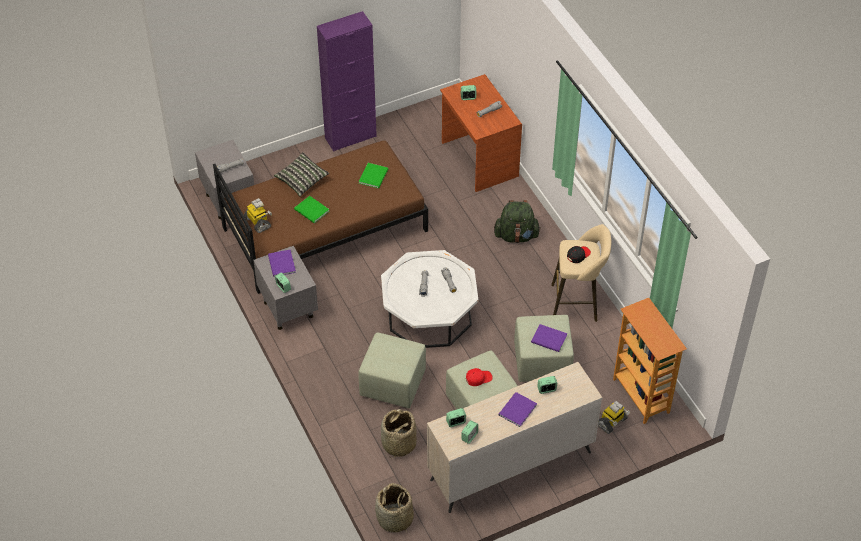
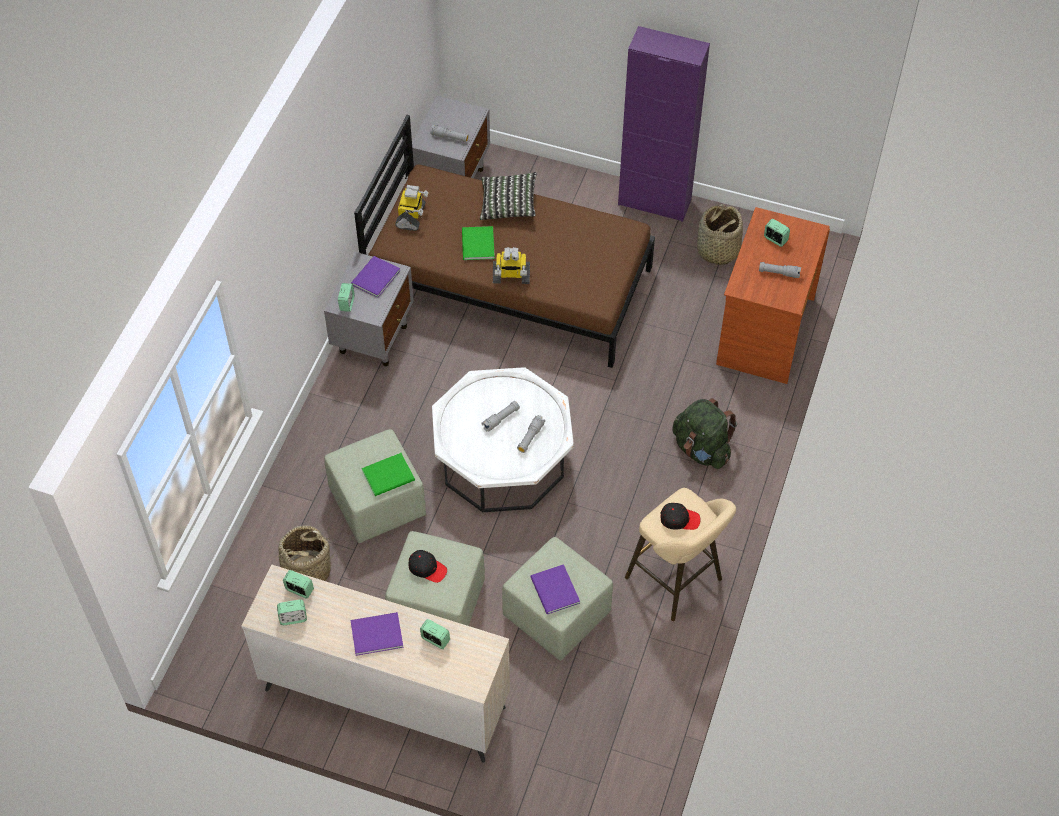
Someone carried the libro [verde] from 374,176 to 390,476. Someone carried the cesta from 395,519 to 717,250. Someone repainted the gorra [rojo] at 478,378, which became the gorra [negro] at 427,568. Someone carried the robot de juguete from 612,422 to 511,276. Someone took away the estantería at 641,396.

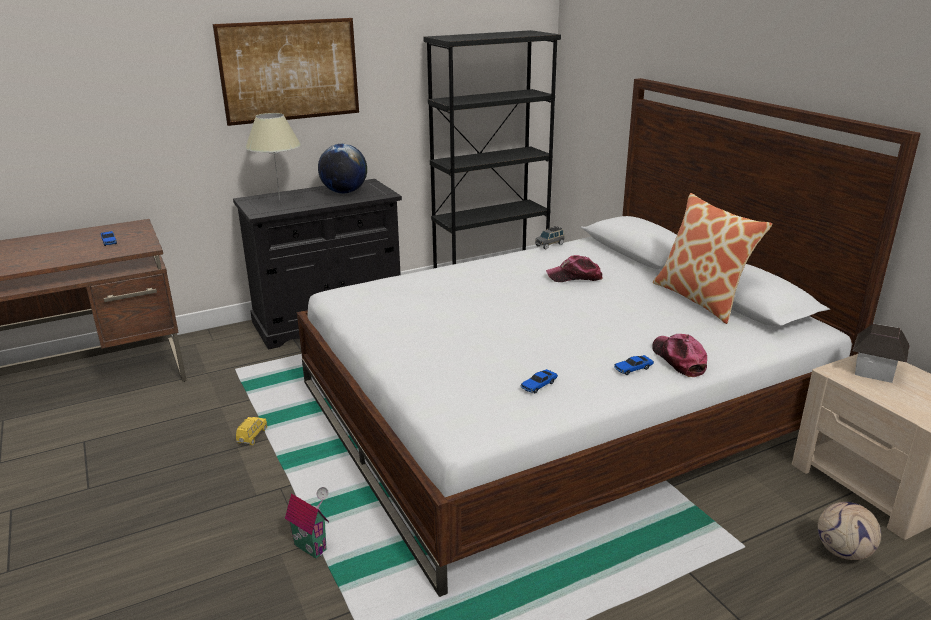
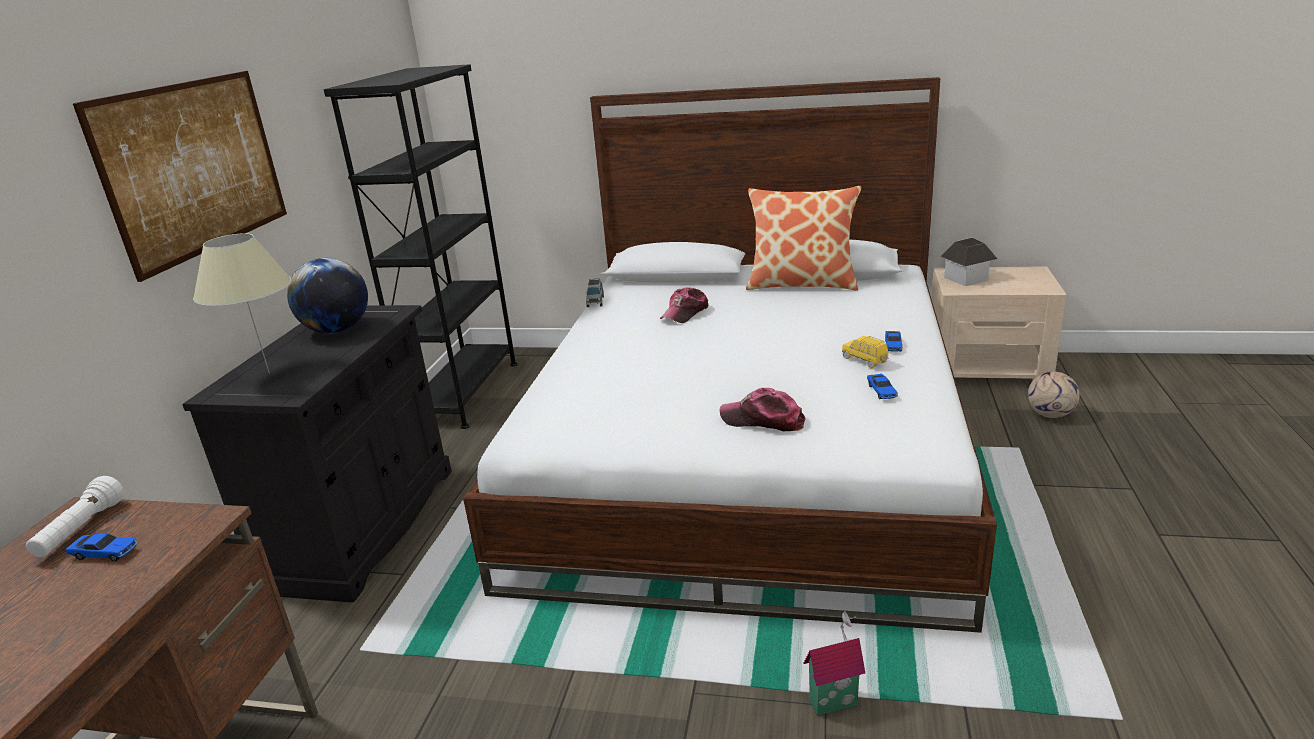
Someone carried the coche de juguete [amarillo] from 252,436 to 865,360. Someone carried the gorra from 678,360 to 763,420. Someone put down the linterna [blanco] at 81,530.

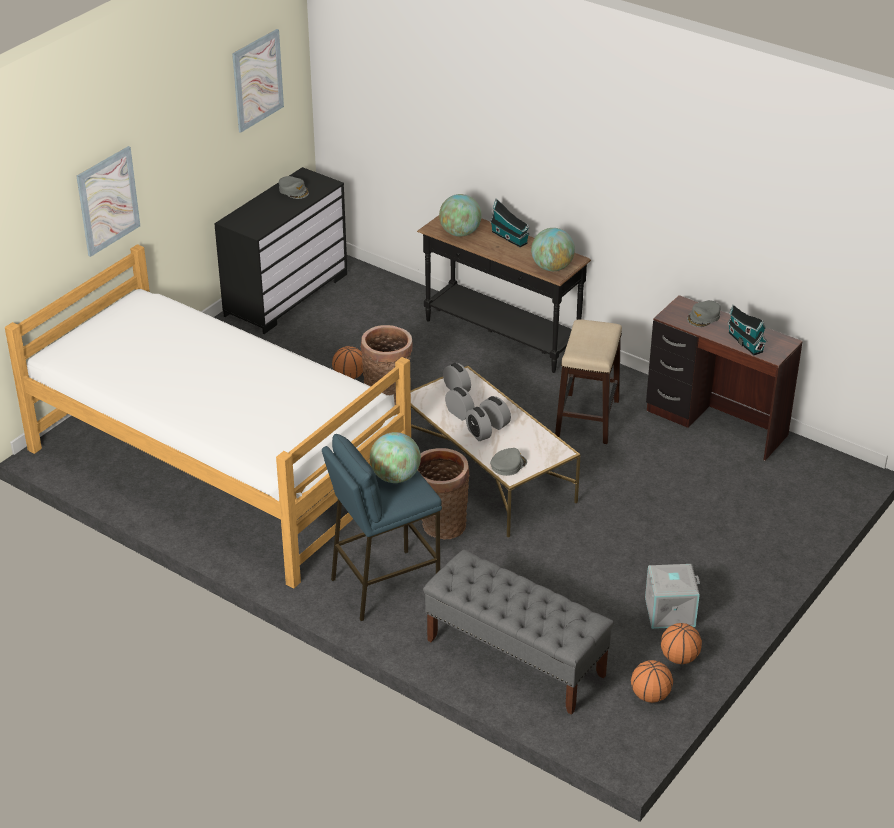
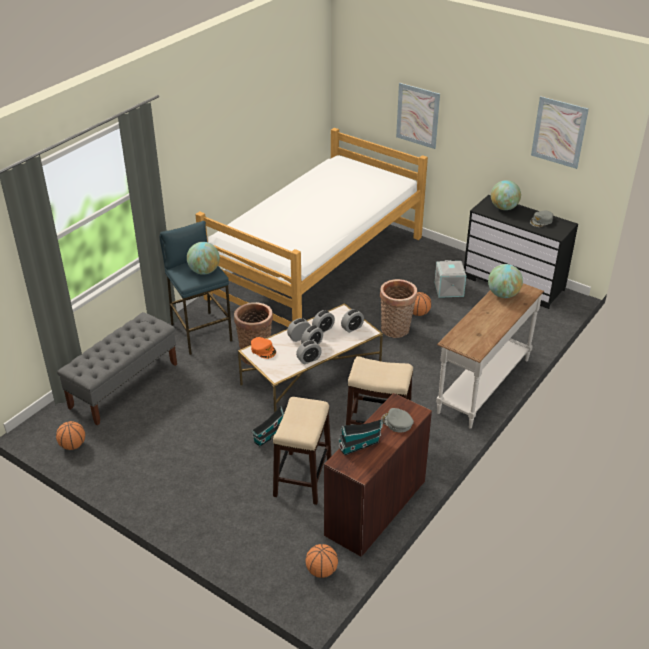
Someone repainted the mesa consola [negro] at 500,336, which became the mesa consola [blanco] at 482,385. Someone carried the casita from 510,238 to 268,437. Someone repainted the gorra [gris] at 508,465, which became the gorra [naranja] at 263,350. Someone carried the globo terráqueo from 552,267 to 504,208. Someone carried the caja de almacenaje [gris] from 670,611 to 449,289. Someone carried the balón de baloncesto from 679,658 to 321,571. Someone put down the taburete at 303,477. Someone put down the despertador at 309,359.

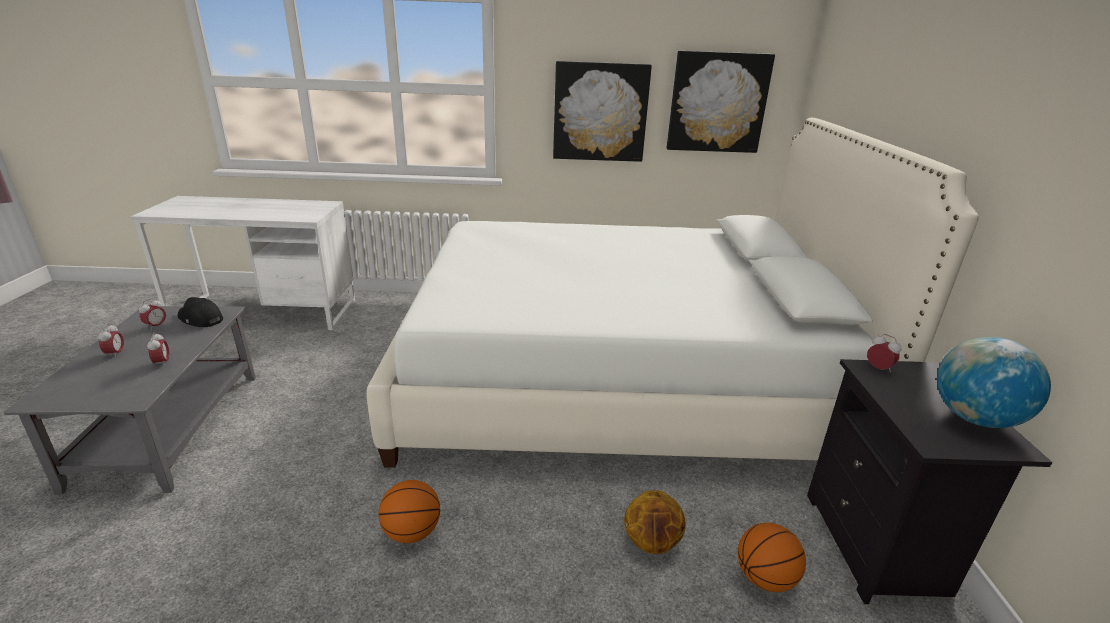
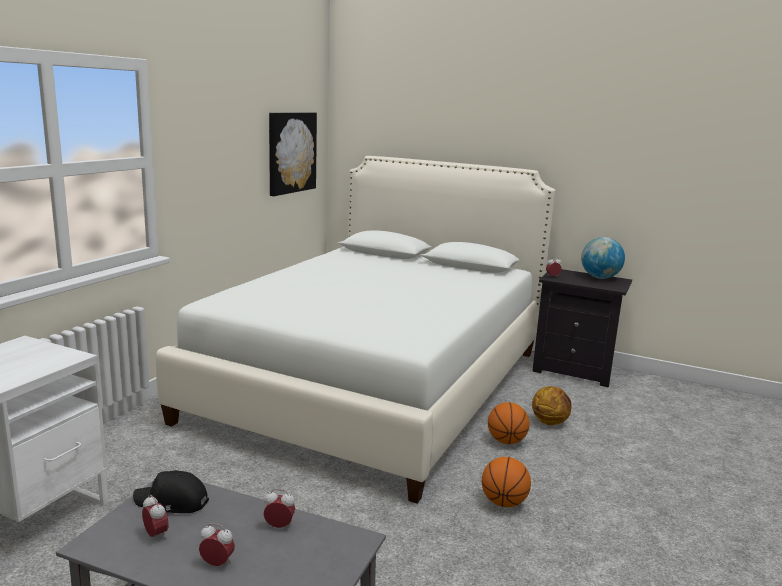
Someone rotated the gorra [negro] at 200,319 by 45 degrees clockwise. Someone took away the cuadro at 600,112. Someone carried the balón de baloncesto from 764,578 to 506,441.

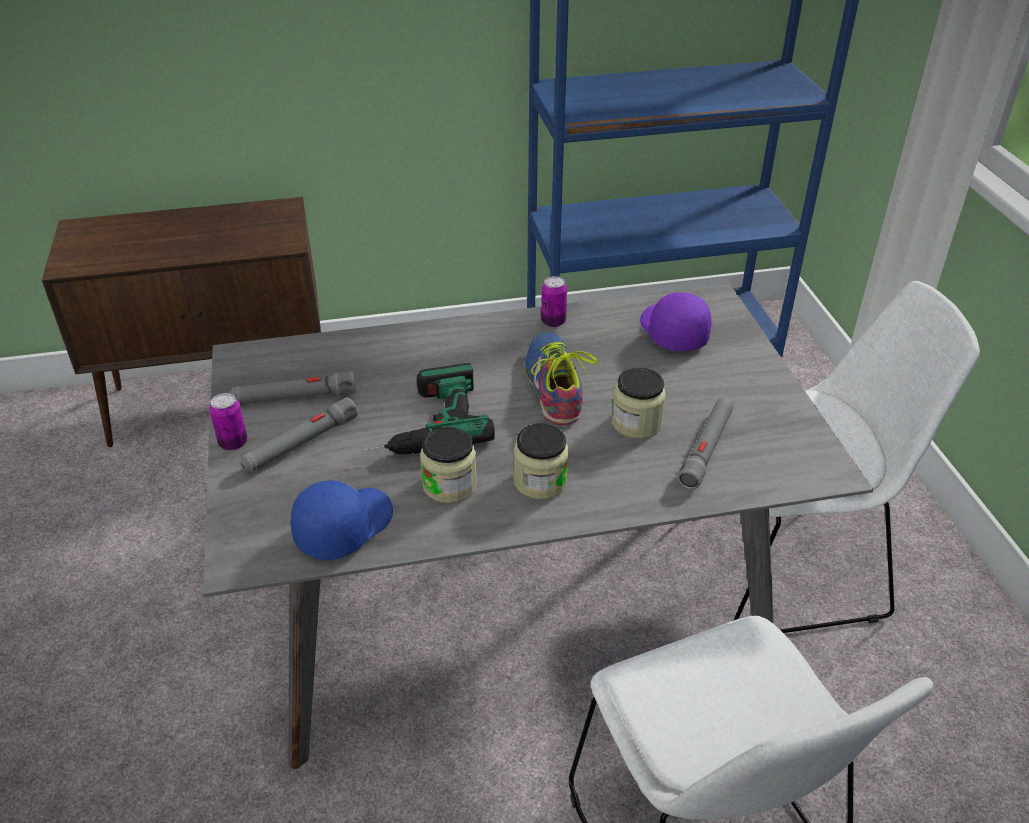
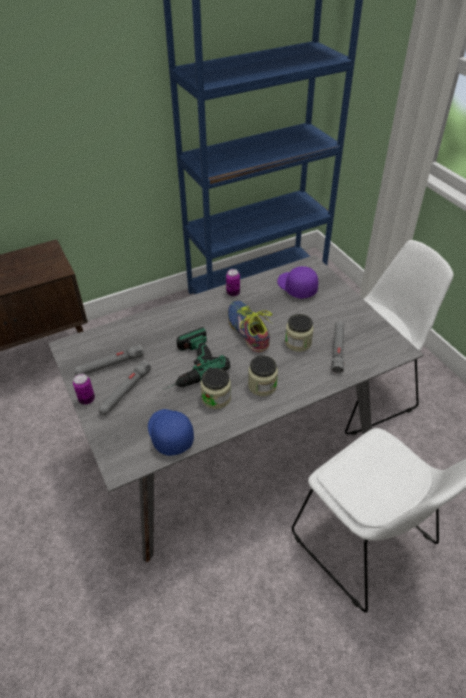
Someone rotated the gorra [azul] at 343,526 by 45 degrees counterclockwise.

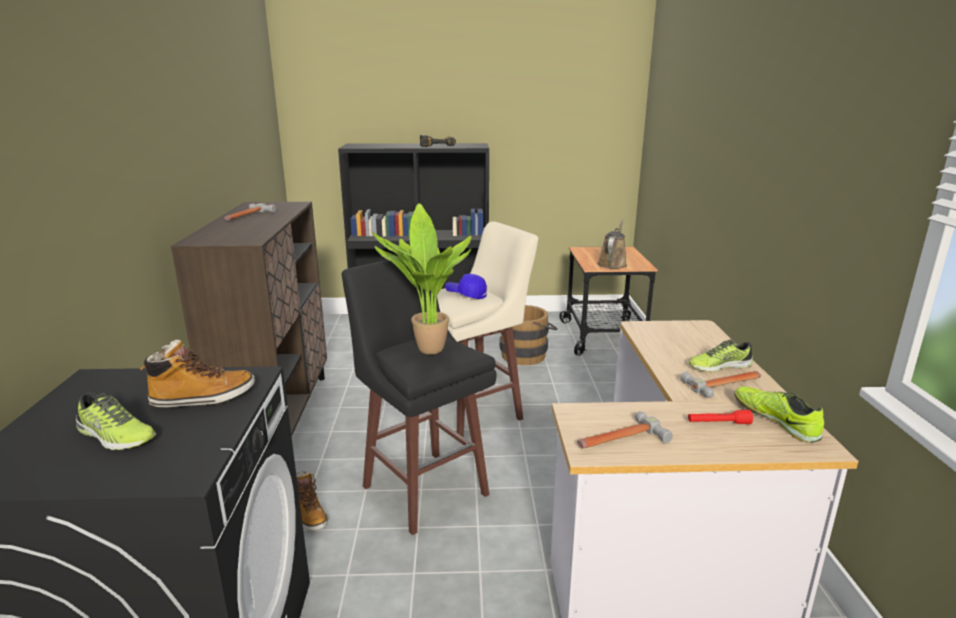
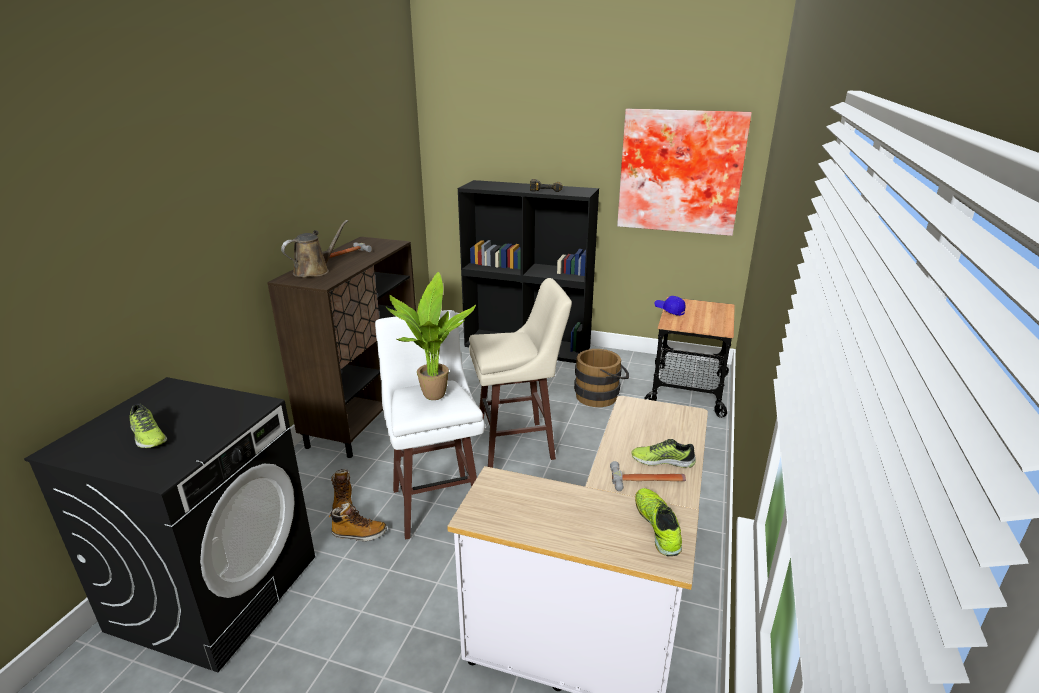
Someone carried the bota from 203,398 to 359,534. Someone repainted the taburete [negro] at 424,488, which became the taburete [blanco] at 437,502. Someone carried the gorra [azul] from 466,294 to 669,310. Someone took away the martillo at 619,440. Someone carried the regadera [marrón] from 612,263 to 314,271. Someone took away the linterna [rojo] at 718,423. Someone put up the cuadro at 680,171.

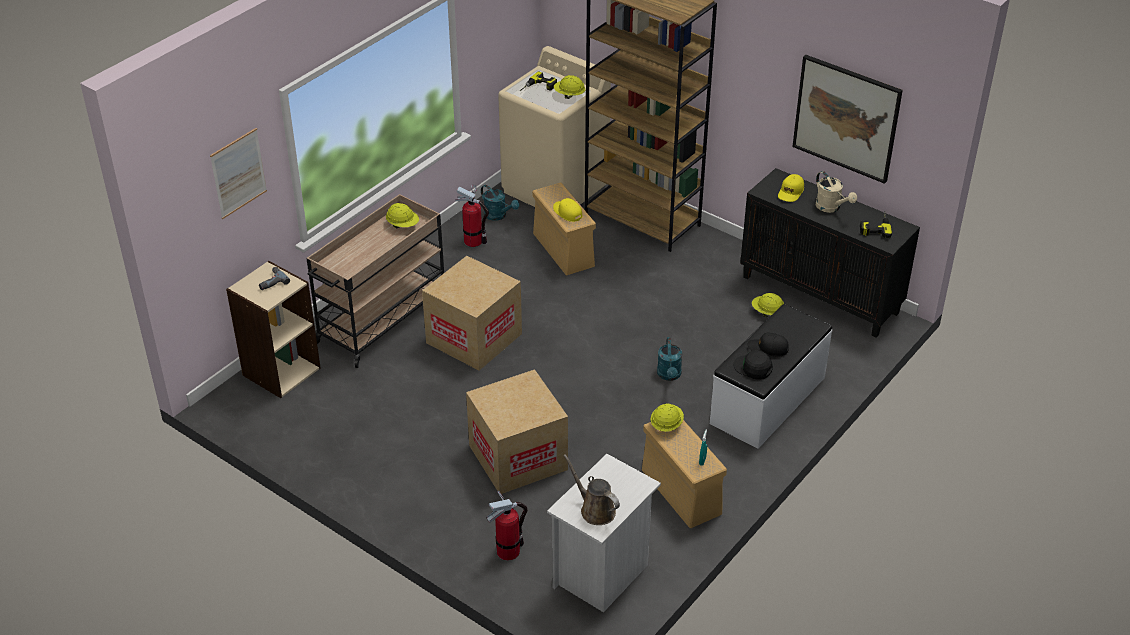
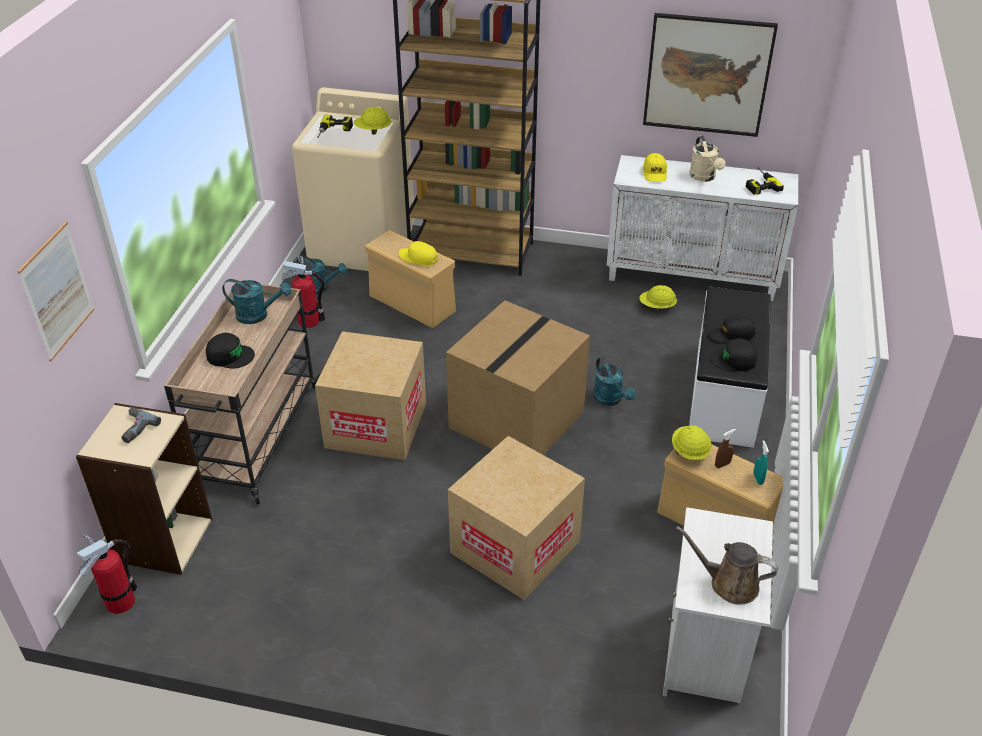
Someone swapped the casco [amarillo] at 403,225 for the regadera [turquesa] at 258,315. Someone carried the extintor from 508,551 to 120,601. Someone repainted the armario [negro] at 821,295, which became the armario [blanco] at 693,276. Someone rotated the regadera [beis] at 831,208 by 45 degrees clockwise. Someone put down the gorra [negro] at 230,355. Someone put down the caja de cartón at 517,420. Someone put down the pulverizador [marrón] at 722,464.

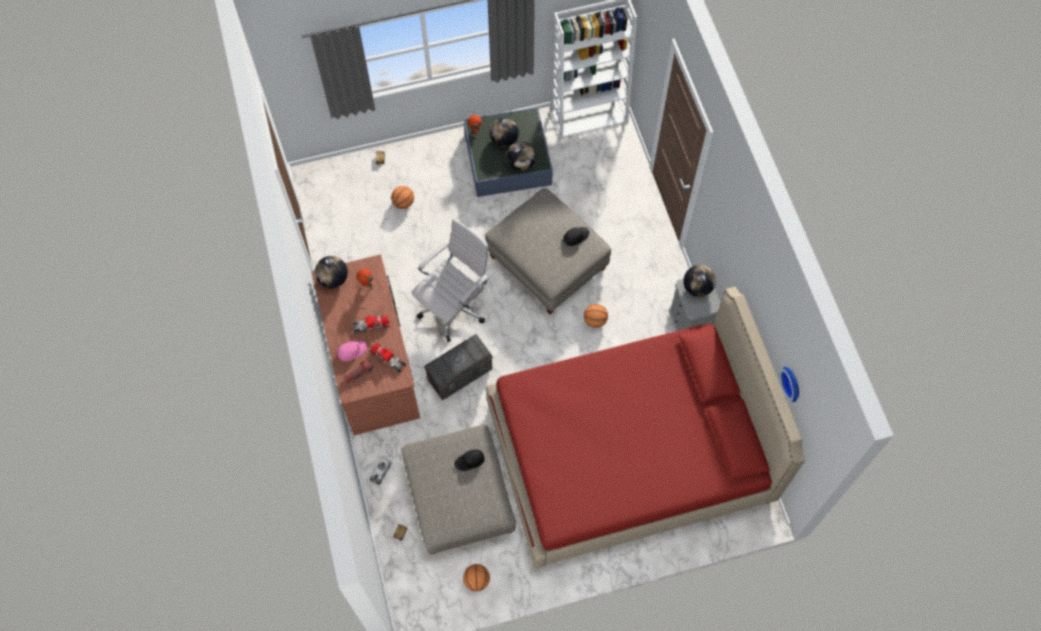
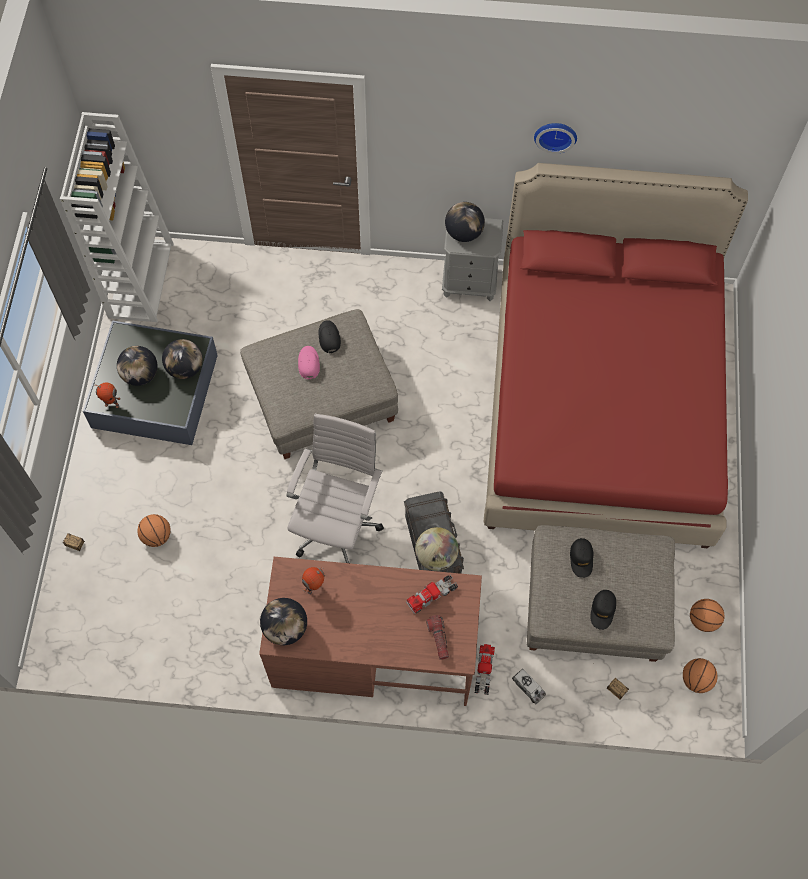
Someone carried the gorra [rosa] from 352,351 to 308,363. Someone carried the camión de juguete from 371,326 to 484,670. Someone rotated the silla de oficina [blanco] at 455,307 by 45 degrees clockwise. Someone carried the balón de baloncesto from 595,320 to 696,680. Someone carried the reloj de pared from 792,383 to 555,134. Someone put down the globo terráqueo at 436,556. Someone put down the gorra [negro] at 603,610.

